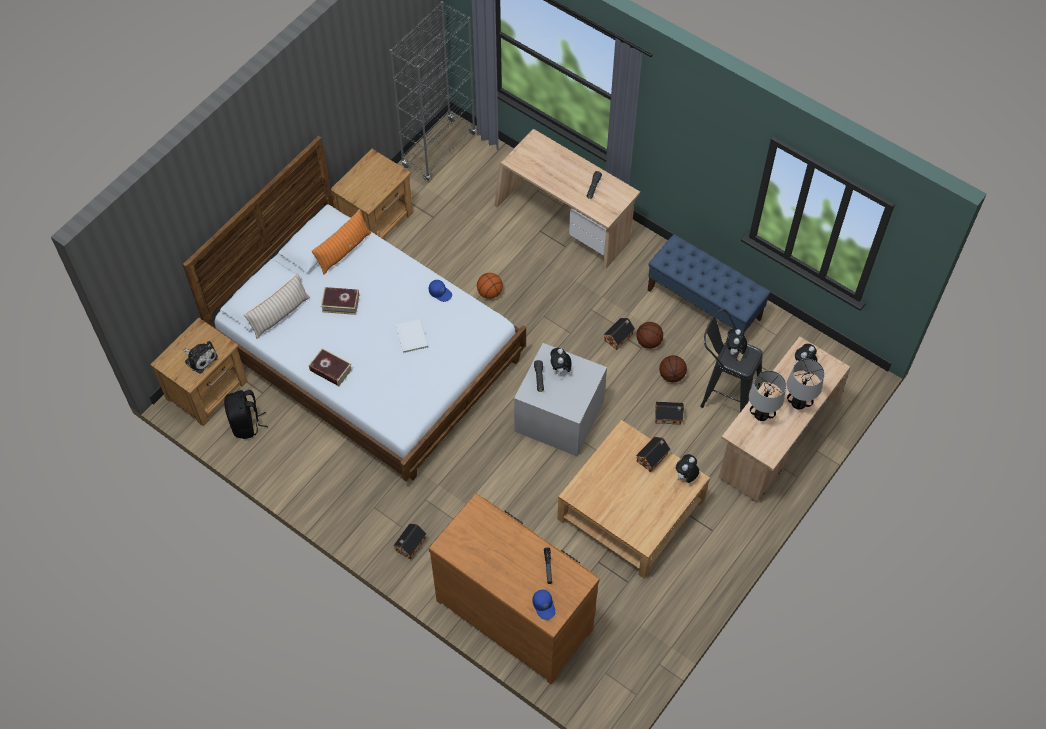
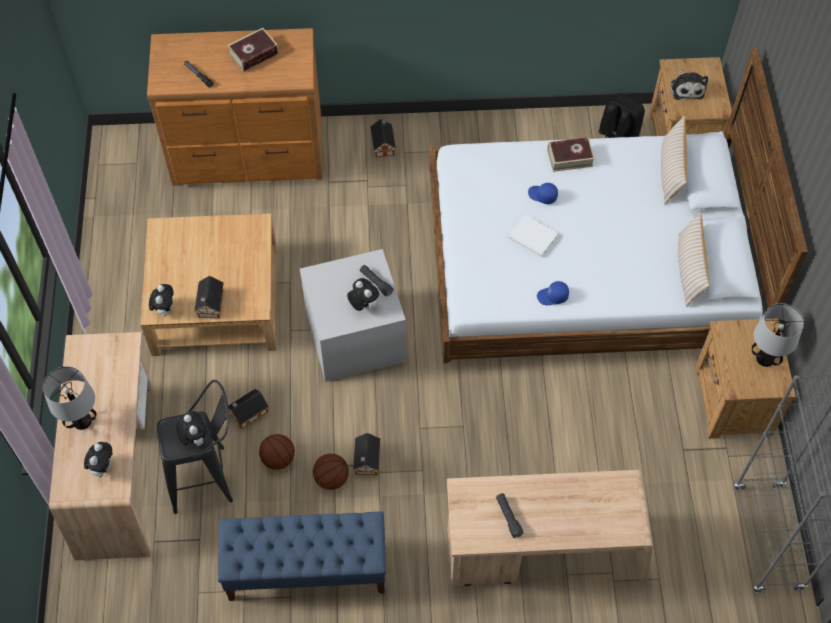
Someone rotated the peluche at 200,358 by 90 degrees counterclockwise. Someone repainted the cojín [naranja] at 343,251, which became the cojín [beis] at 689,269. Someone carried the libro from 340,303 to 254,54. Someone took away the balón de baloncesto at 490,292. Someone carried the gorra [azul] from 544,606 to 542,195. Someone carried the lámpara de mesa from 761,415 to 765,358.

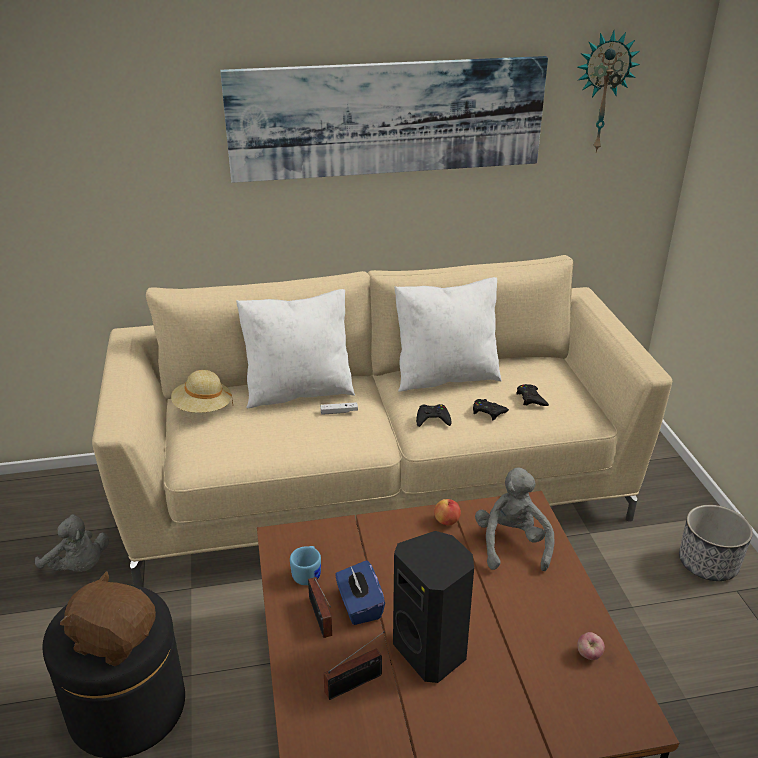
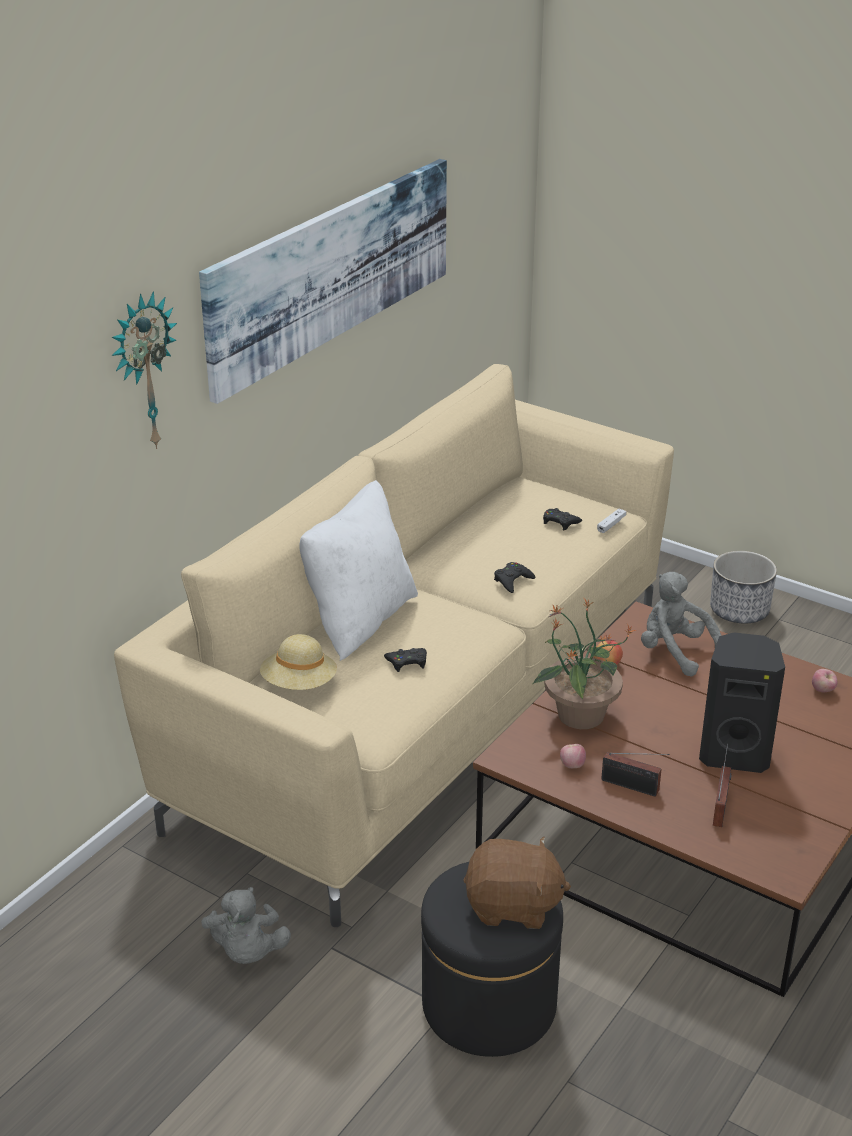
Someone rotated the peluche [gris] at 78,567 by 90 degrees clockwise. Someone rotated the peluche [marrón] at 114,639 by 150 degrees counterclockwise. Someone swapped the taza grande [azul] at 308,573 for the manzana at 572,765. Someone carried the mando de consola [blanco] from 339,412 to 611,524. Someone took away the caja de pañuelos [azul] at 359,606. Someone took away the cojín [blanco] at 445,376. Someone carried the mando de consola [negro] from 488,412 to 407,662. Someone carried the reloj de pared from 602,92 to 143,371. Someone put down the planta en maceta at 579,715.

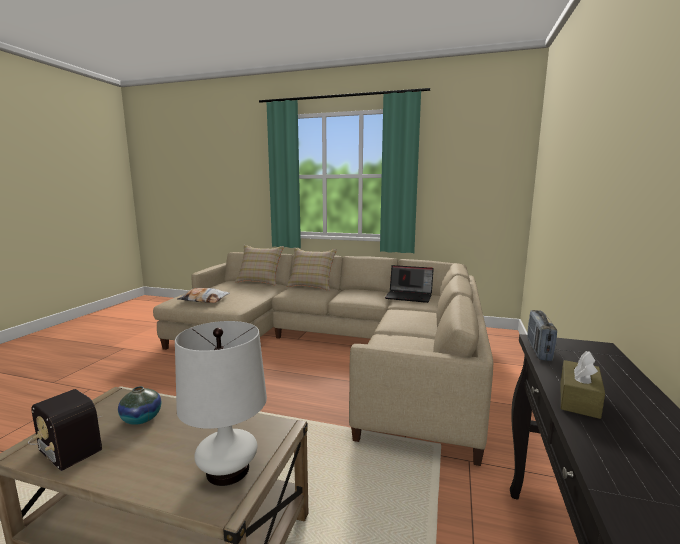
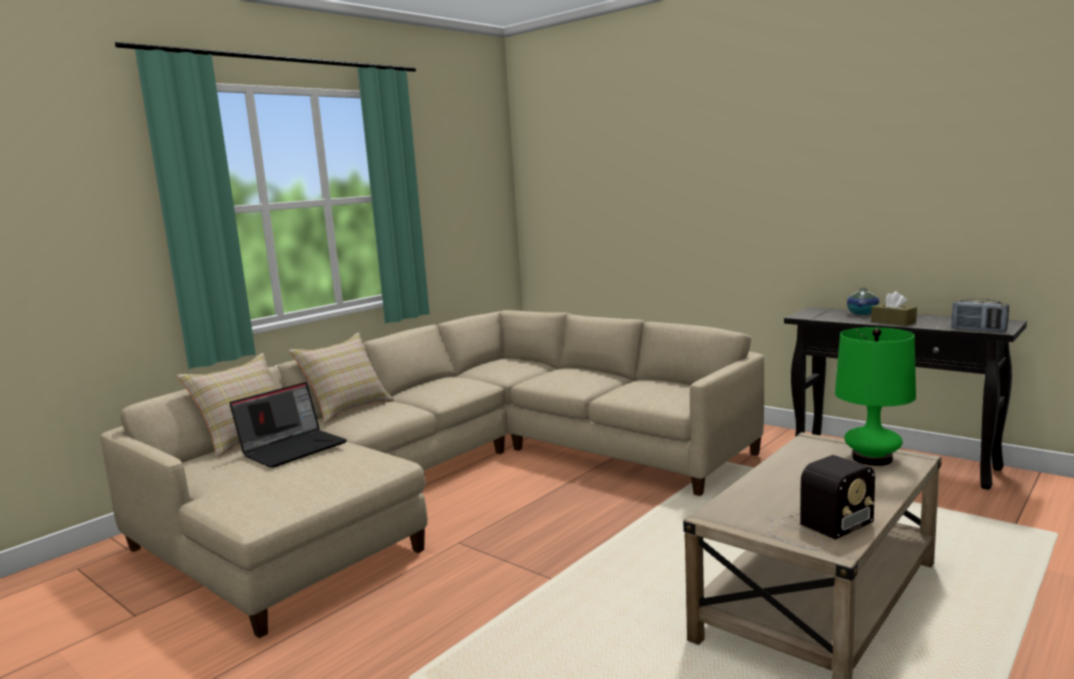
Someone carried the florero from 141,418 to 862,314. Someone repainted the lámpara de mesa [blanco] at 227,470, which became the lámpara de mesa [verde] at 872,458. Someone took away the cojín at 204,300. Someone carried the portátil from 409,296 to 293,448. Someone carried the radio from 538,350 to 978,330.

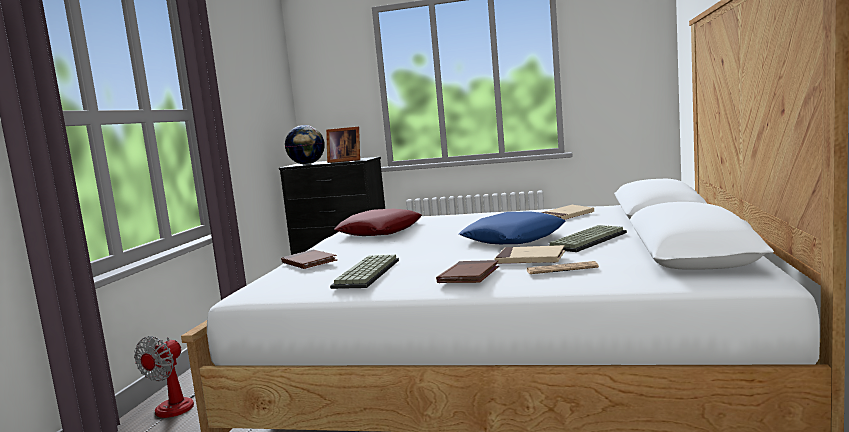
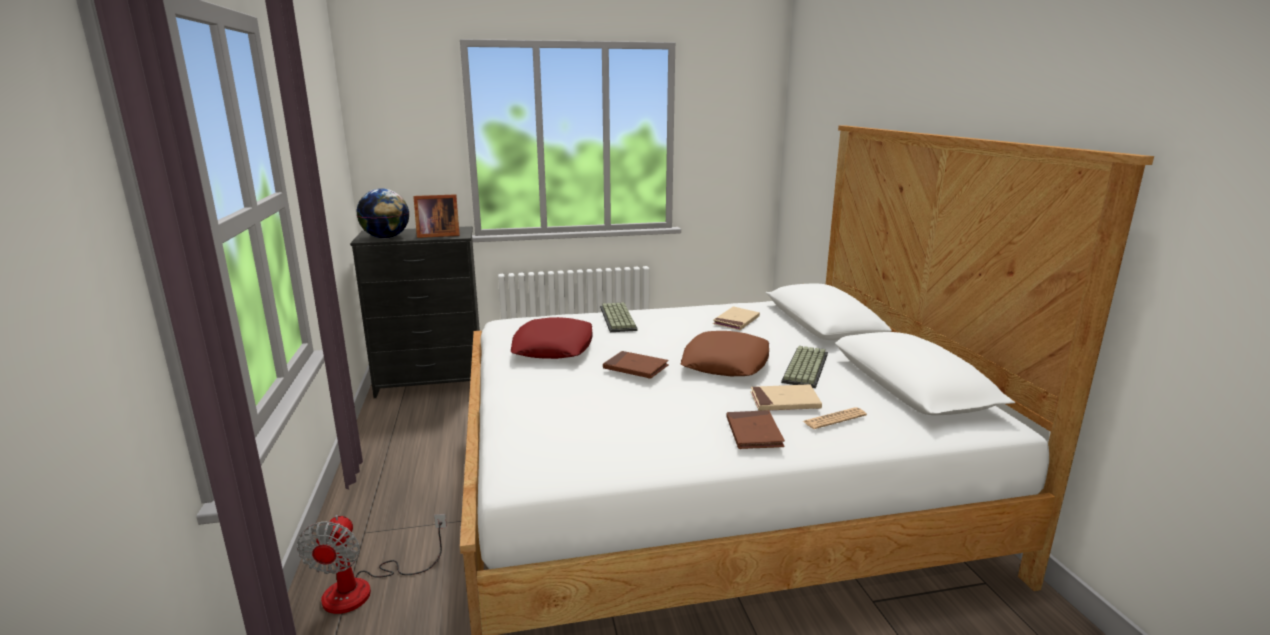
Someone carried the libro [marrón] from 309,262 to 635,368. Someone carried the teclado from 368,274 to 619,319. Someone repainted the cojín [azul] at 513,238, which became the cojín [marrón] at 725,363.

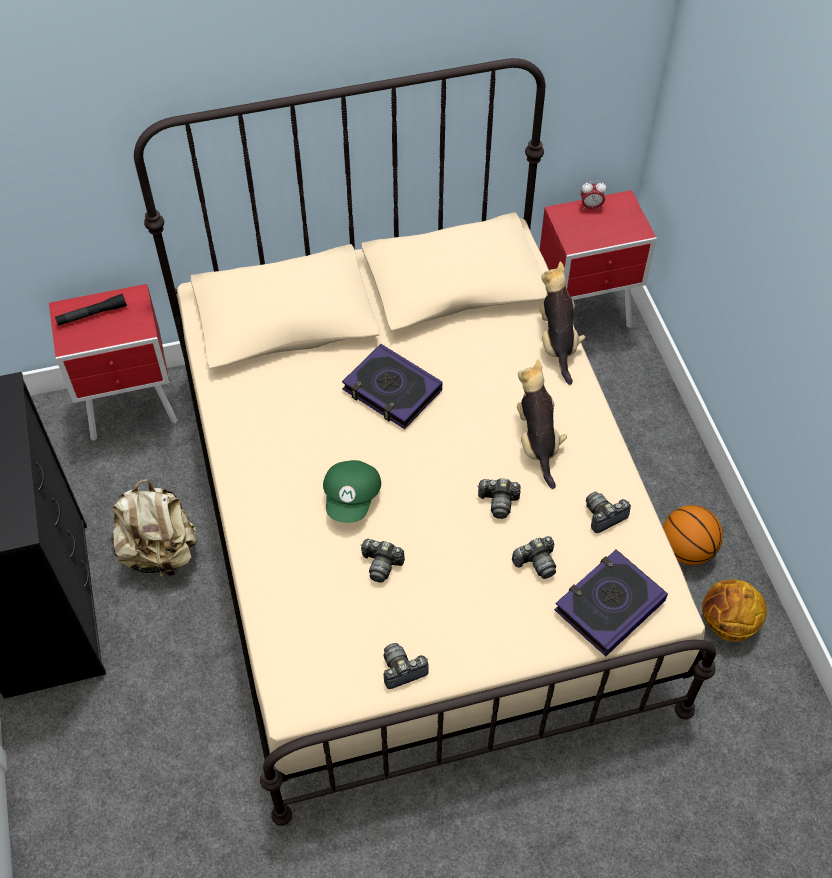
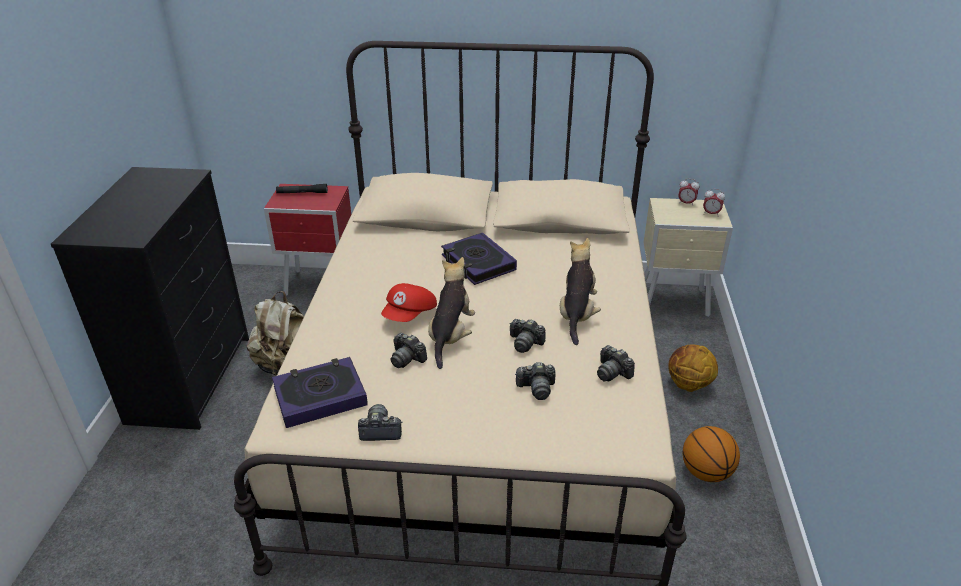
Someone repainted the gorra [verde] at 352,498, which became the gorra [rojo] at 410,314. Someone carried the peluche from 557,343 to 451,336. Someone repainted the mesita de noche [rojo] at 586,315, which became the mesita de noche [beis] at 675,302. Someone carried the libro from 609,605 to 320,396. Someone rotated the cámara at 604,516 by 120 degrees counterclockwise. Someone carried the balón de baloncesto from 727,623 to 688,385. Someone put down the despertador at 711,214.

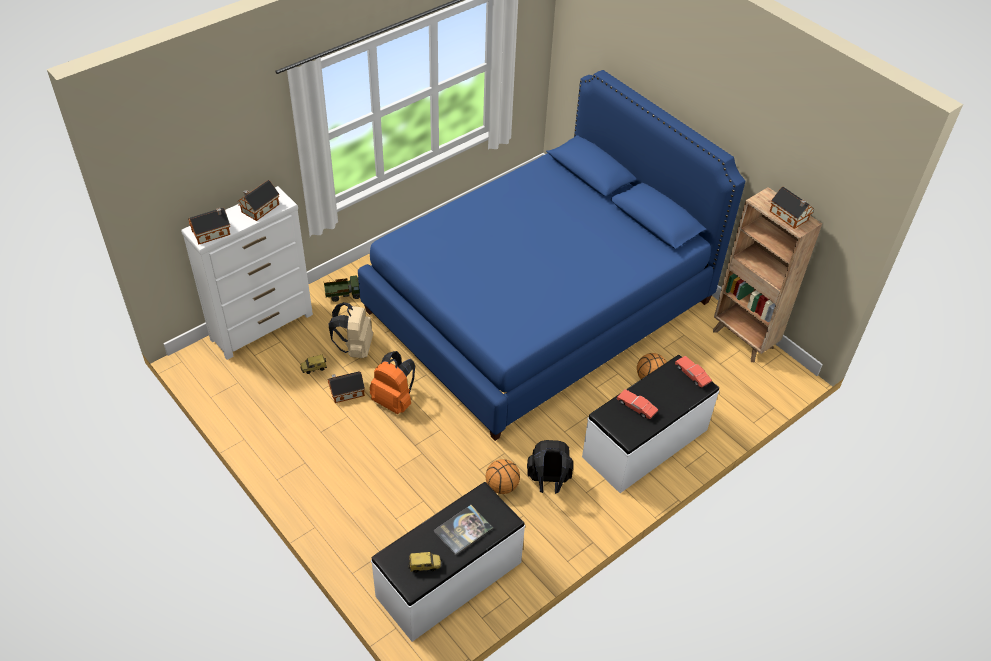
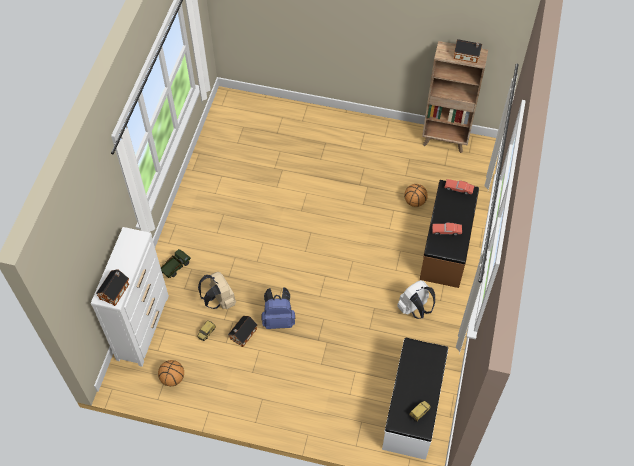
Someone took away the casita at 259,209. Someone took away the cama [azul] at 539,306. Someone repainted the mochila [naranja] at 394,401, which became the mochila [azul] at 278,319. Someone took away the libro at 463,530. Someone carried the balón de baloncesto from 501,486 to 172,378. Someone repainted the mochila [negro] at 548,482, which became the mochila [blanco] at 414,309. Someone repainted the banco [blanco] at 646,444, which became the banco [marrón] at 447,246.

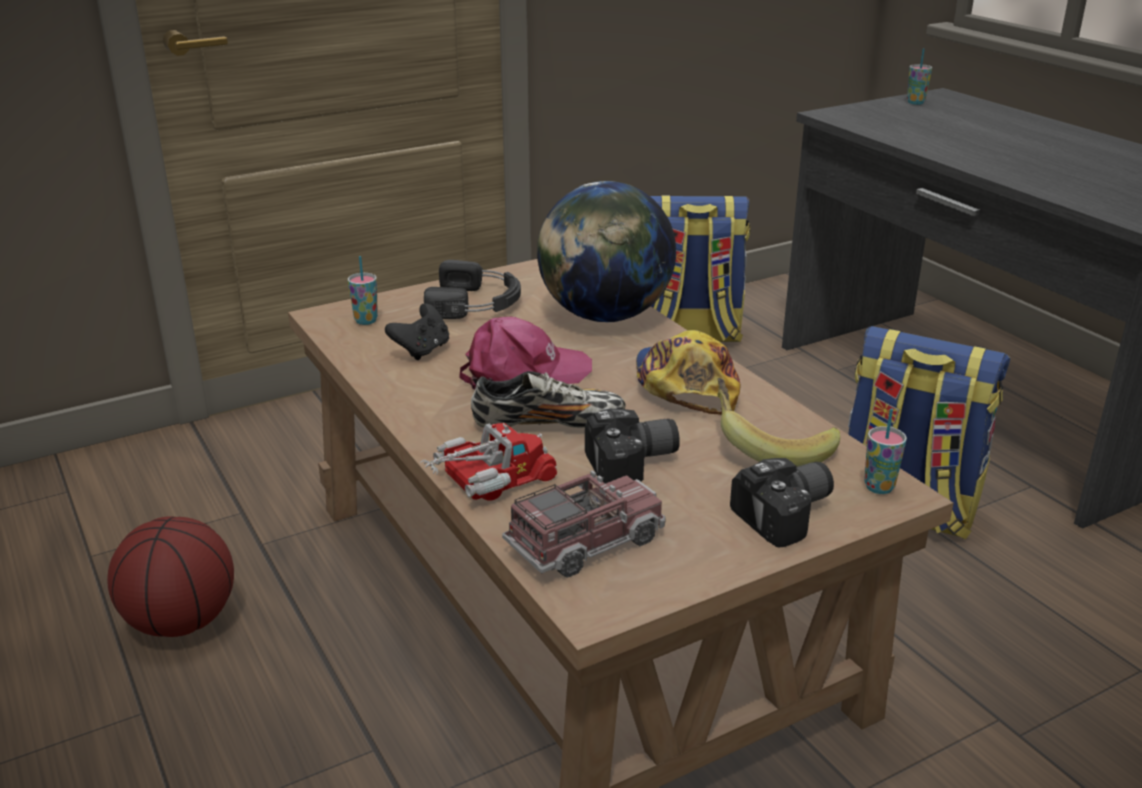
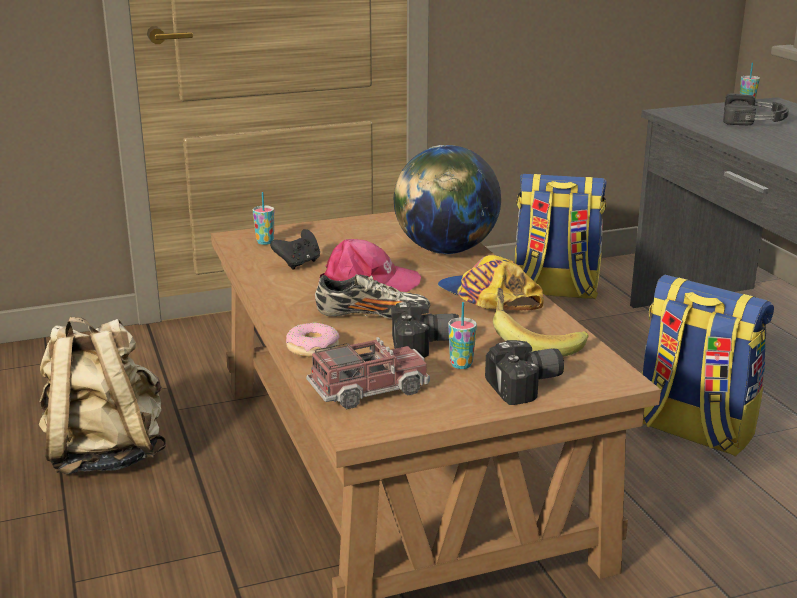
Someone swapped the balón de baloncesto at 180,622 for the mochila [beis] at 105,454. Someone swapped the camión de juguete at 486,482 for the rosquilla at 312,348. Someone carried the auriculares [negro] from 476,303 to 754,119. Someone rotated the gorra at 685,385 by 45 degrees counterclockwise. Someone carried the taza from 879,487 to 461,364.

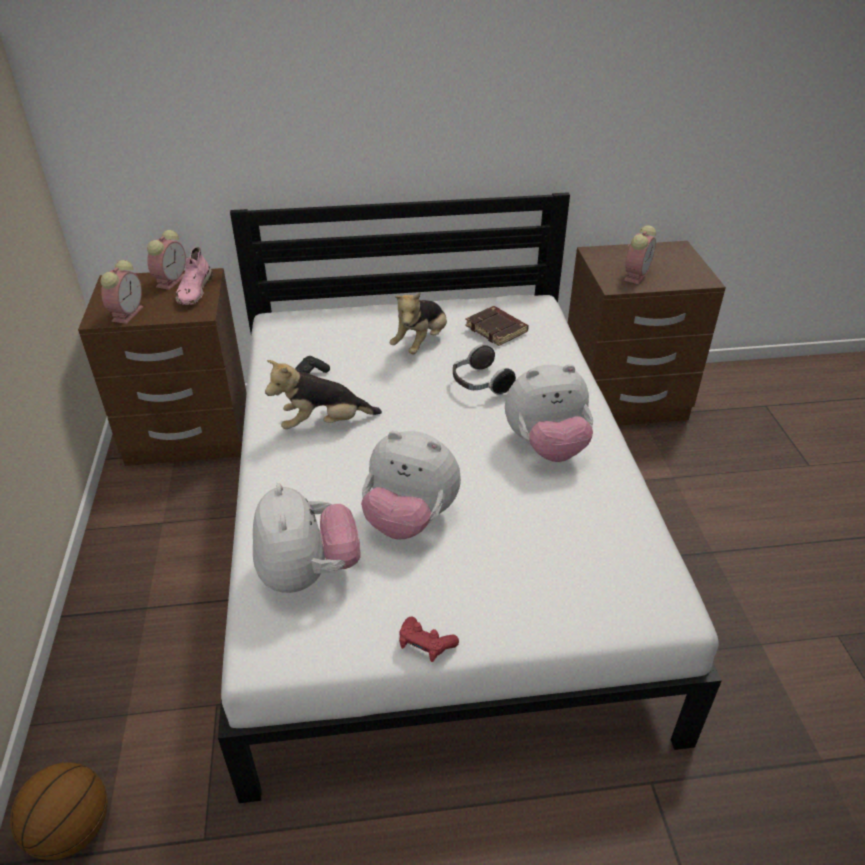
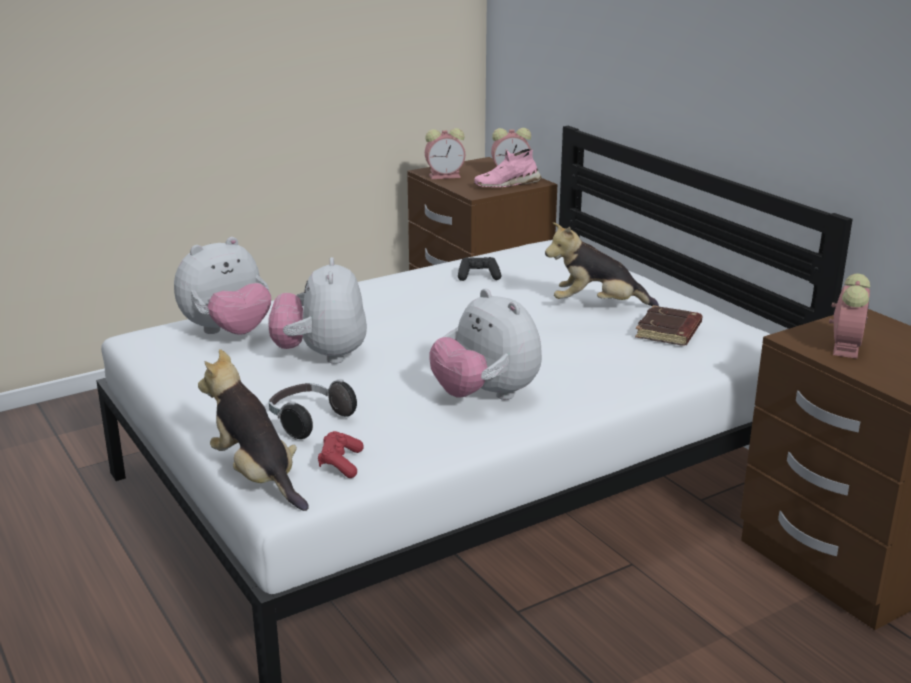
Someone took away the balón de baloncesto at 72,830. Someone carried the peluche from 324,423 to 257,476. Someone carried the mando de consola [rojo] from 425,645 to 341,464. Someone carried the auriculares from 479,384 to 308,421. Someone rotated the despertador at 636,275 by 75 degrees counterclockwise.

